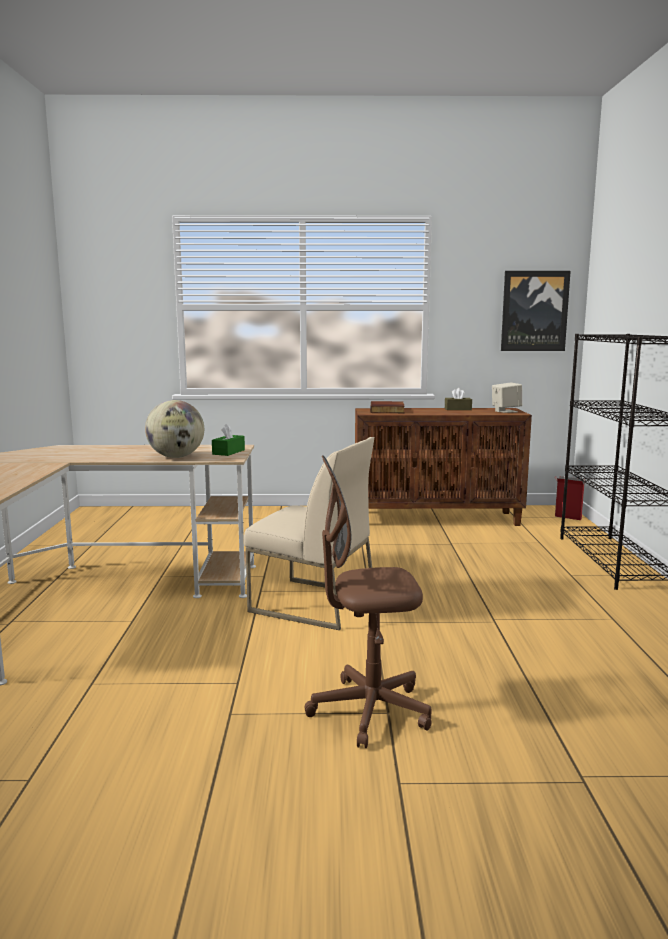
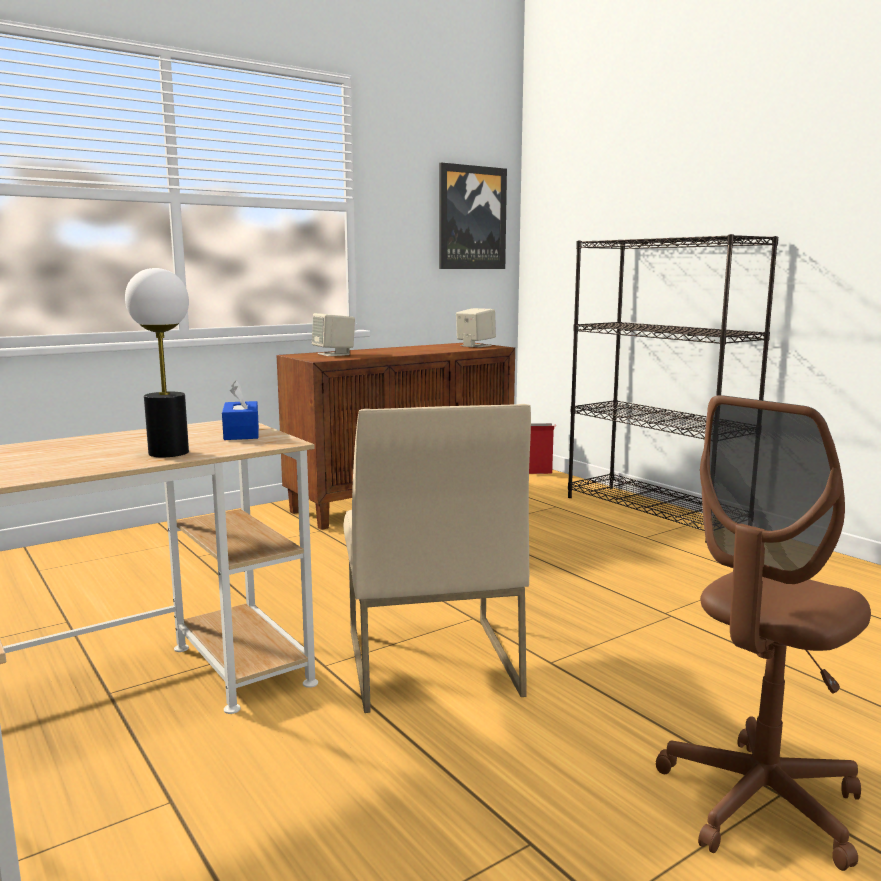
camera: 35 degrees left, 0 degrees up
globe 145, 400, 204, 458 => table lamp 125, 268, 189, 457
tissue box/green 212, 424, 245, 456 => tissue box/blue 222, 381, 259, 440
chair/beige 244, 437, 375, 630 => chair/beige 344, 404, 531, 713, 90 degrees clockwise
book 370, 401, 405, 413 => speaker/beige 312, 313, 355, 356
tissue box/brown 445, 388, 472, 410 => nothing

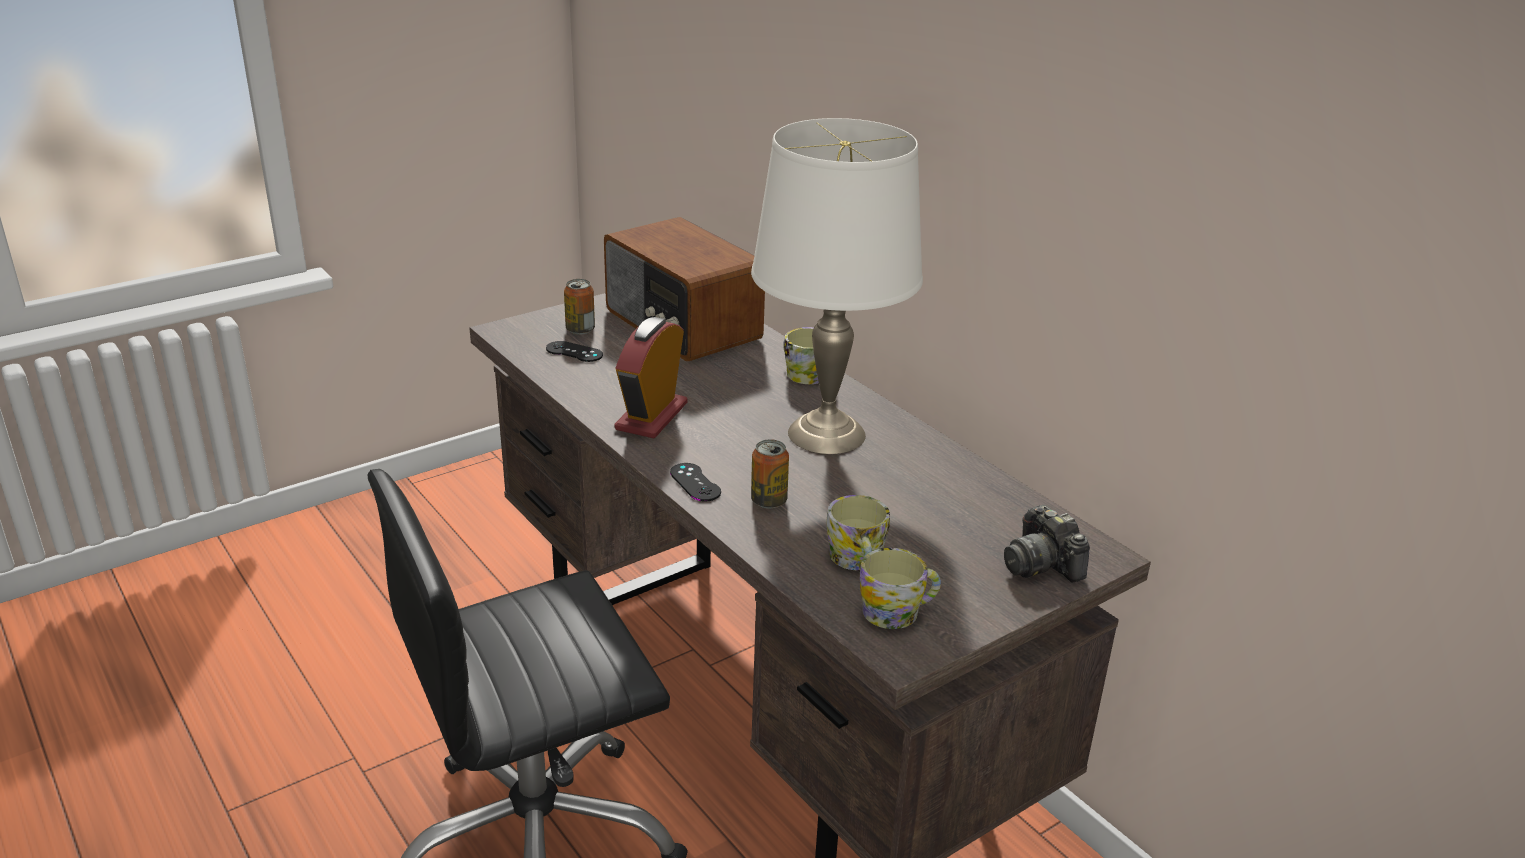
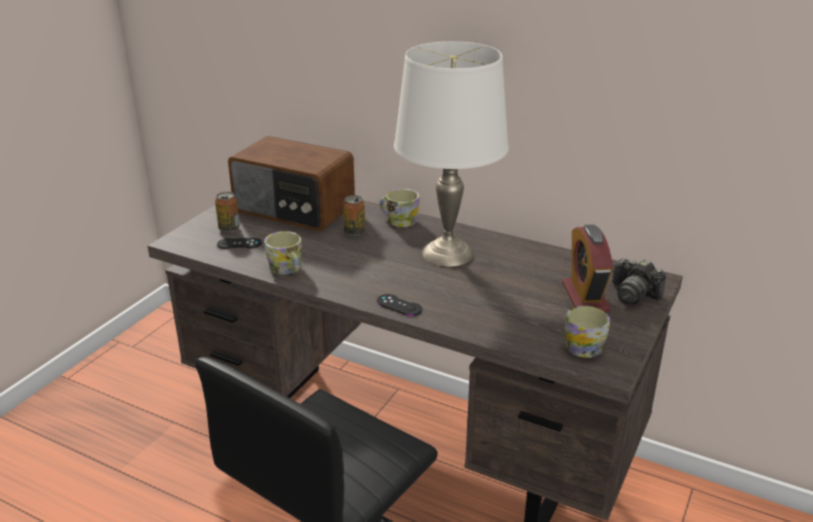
camera: 25 degrees left, 0 degrees up
alarm clock 615, 317, 688, 438 => alarm clock 562, 225, 613, 312, moved
can 751, 439, 789, 508 => can 343, 195, 365, 236, moved
mug 826, 495, 890, 570 => mug 264, 231, 302, 275, moved

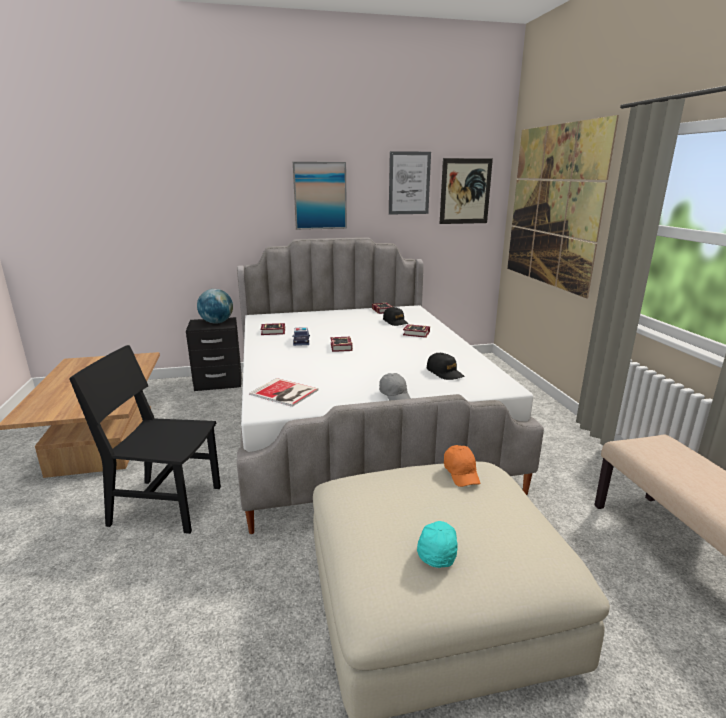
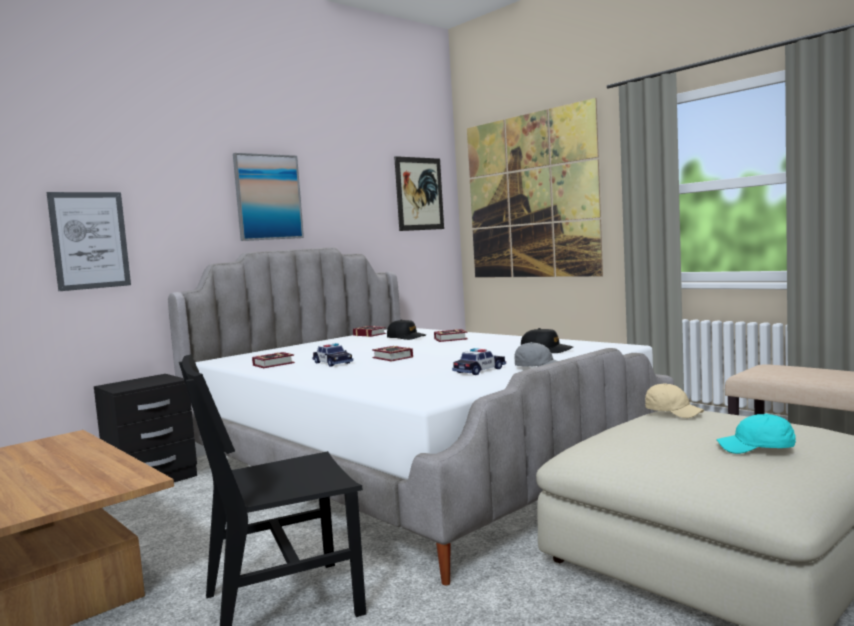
camera: 30 degrees left, 15 degrees down
globe 197, 289, 233, 324 => nothing
book 249, 378, 319, 407 => nothing
picture 389, 151, 431, 215 => picture 46, 192, 131, 291, moved
cap/turquoise 417, 521, 458, 568 => cap/turquoise 716, 414, 796, 454, 60 degrees counterclockwise
cap/orange 444, 445, 480, 487 => cap/beige 645, 383, 704, 418
nothing => toy car 452, 348, 506, 375

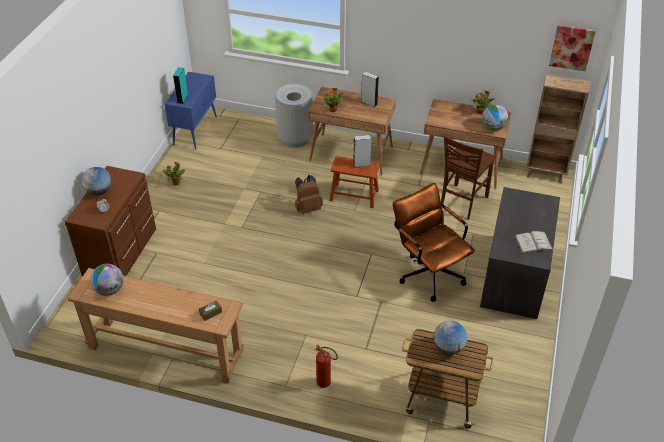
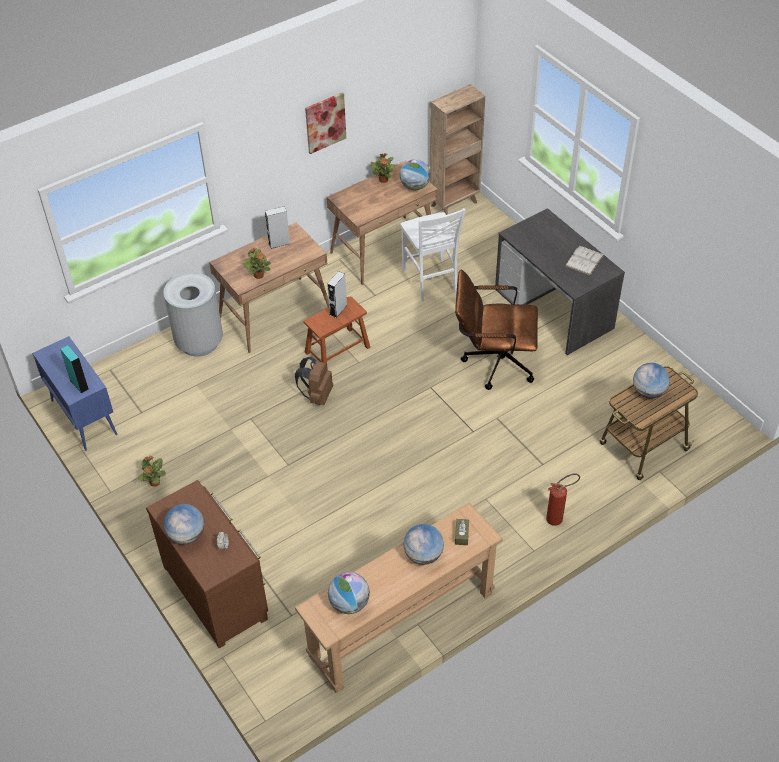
camera: 50 degrees left, 5 degrees up
chair/brown 441, 136, 496, 220 => chair/white 401, 208, 466, 301
picture 549, 25, 596, 71 => picture 305, 92, 346, 154, moved
nothing => globe 403, 524, 444, 565

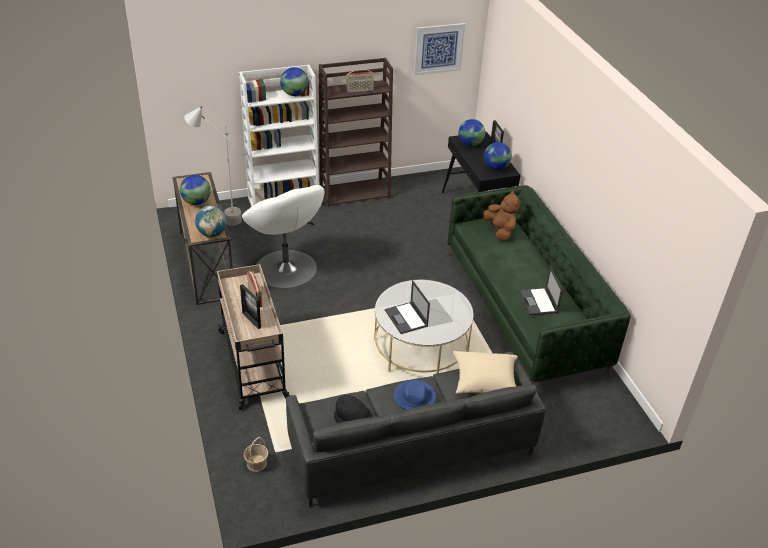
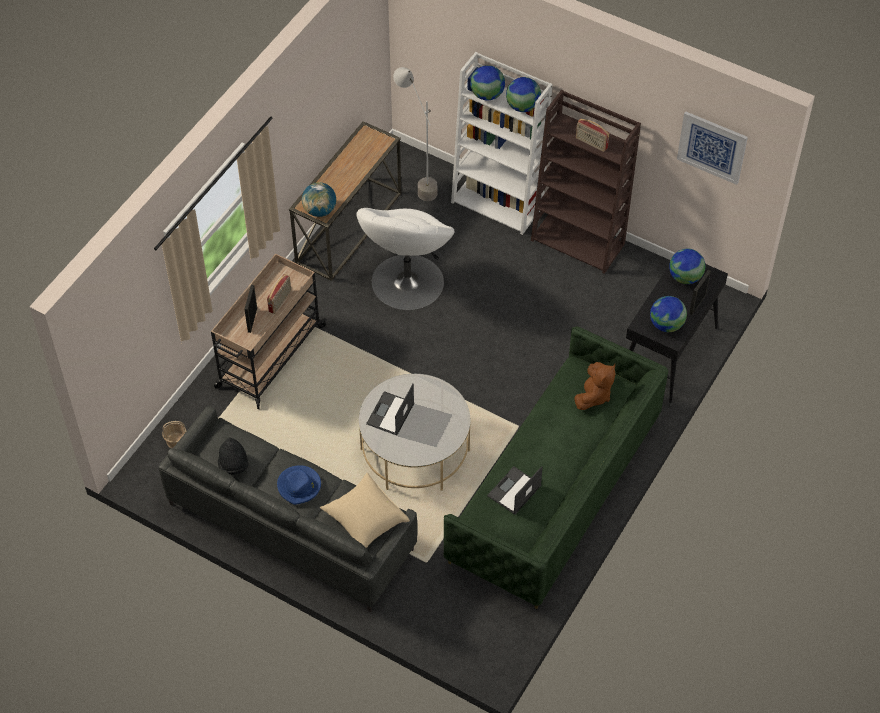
camera: 50 degrees right, 15 degrees up
globe 180, 175, 211, 205 => globe 470, 65, 505, 100, moved

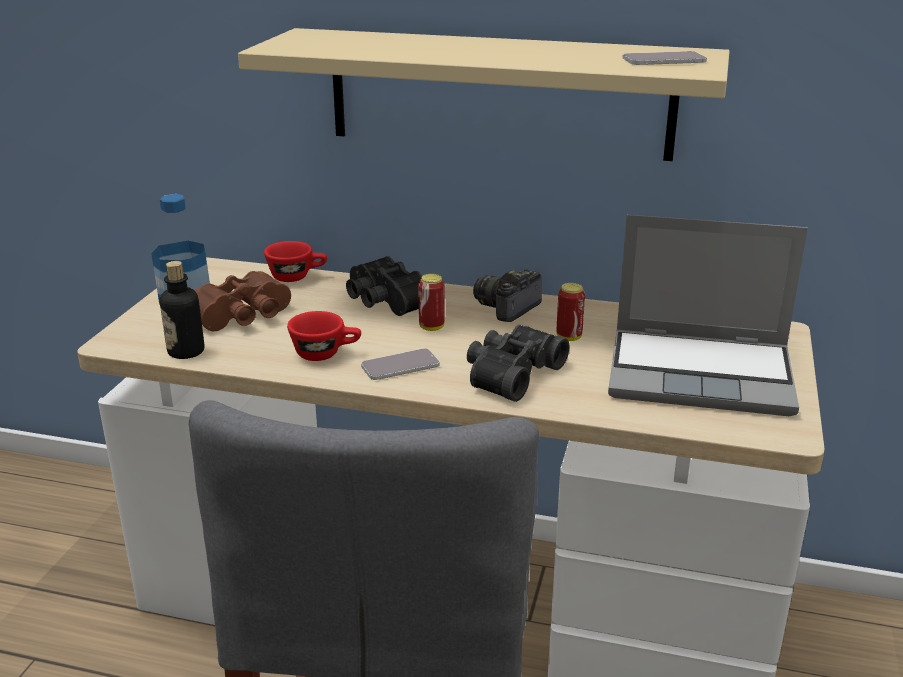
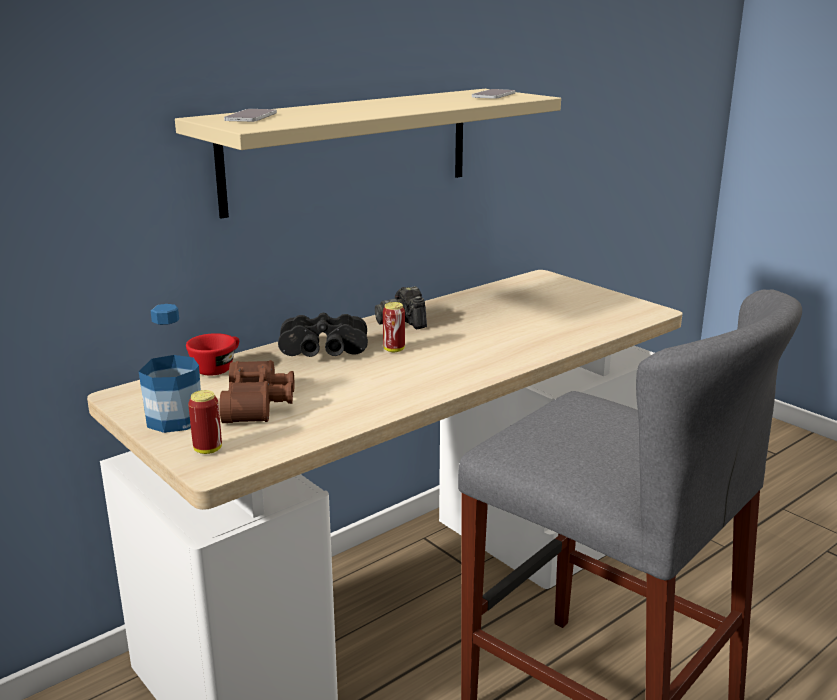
camera: 55 degrees left, 5 degrees down
bottle 160, 261, 204, 359 => nothing
cup/red 287, 311, 361, 361 => nothing
phone 361, 348, 440, 380 => phone 224, 109, 277, 122, moved
binoculars/black 467, 325, 569, 402 => nothing
can 556, 283, 585, 341 => can 188, 390, 222, 454, moved
laptop 608, 215, 808, 416 => nothing

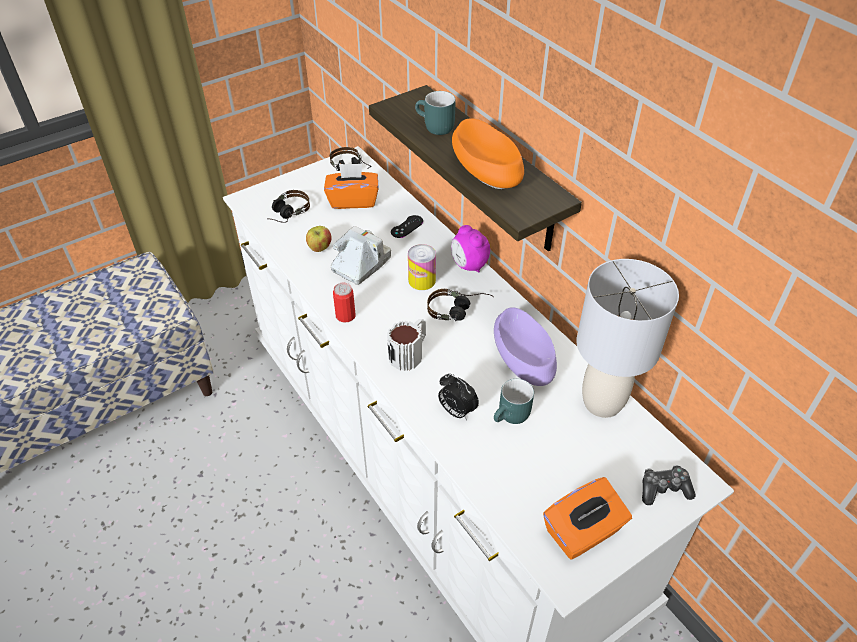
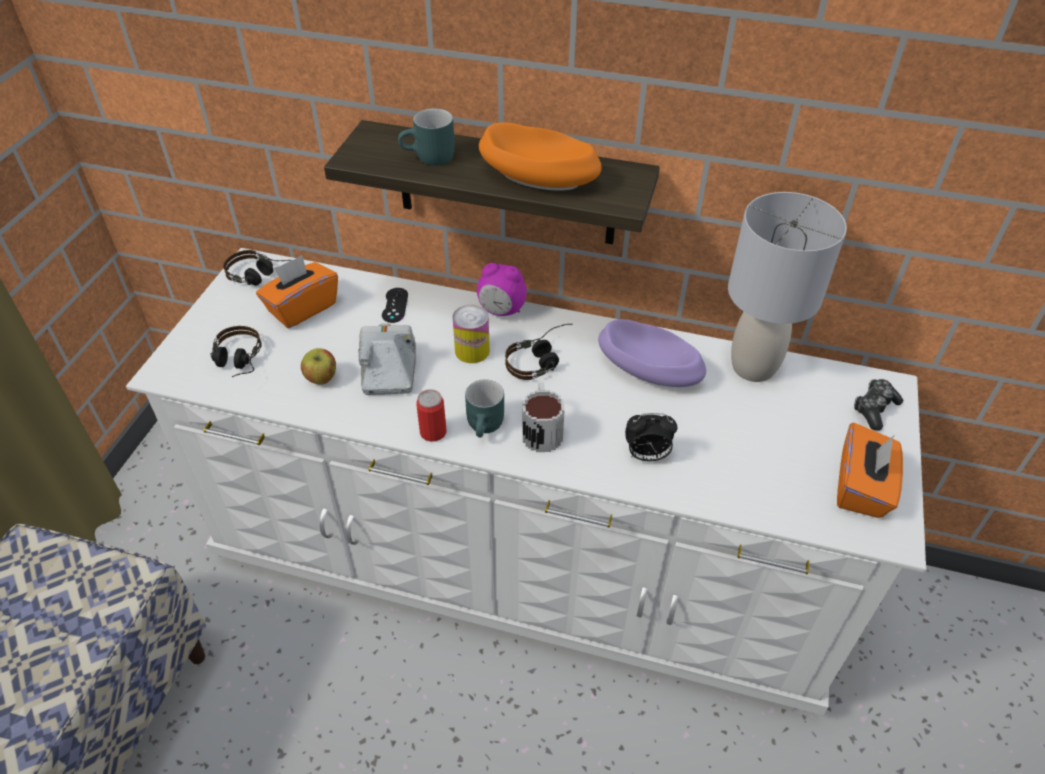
camera: 40 degrees left, 0 degrees up
mug/turquoise 494, 379, 534, 424 => mug/turquoise 465, 379, 504, 437, moved

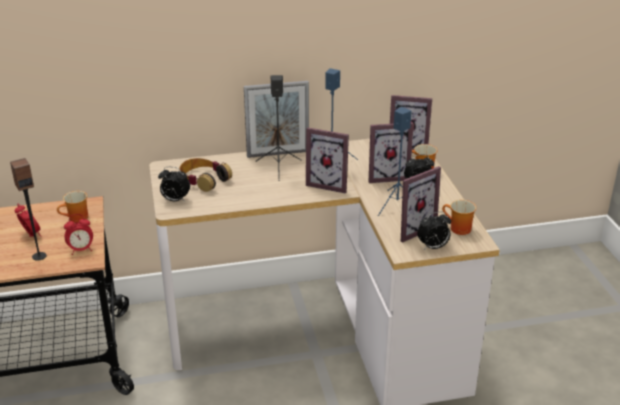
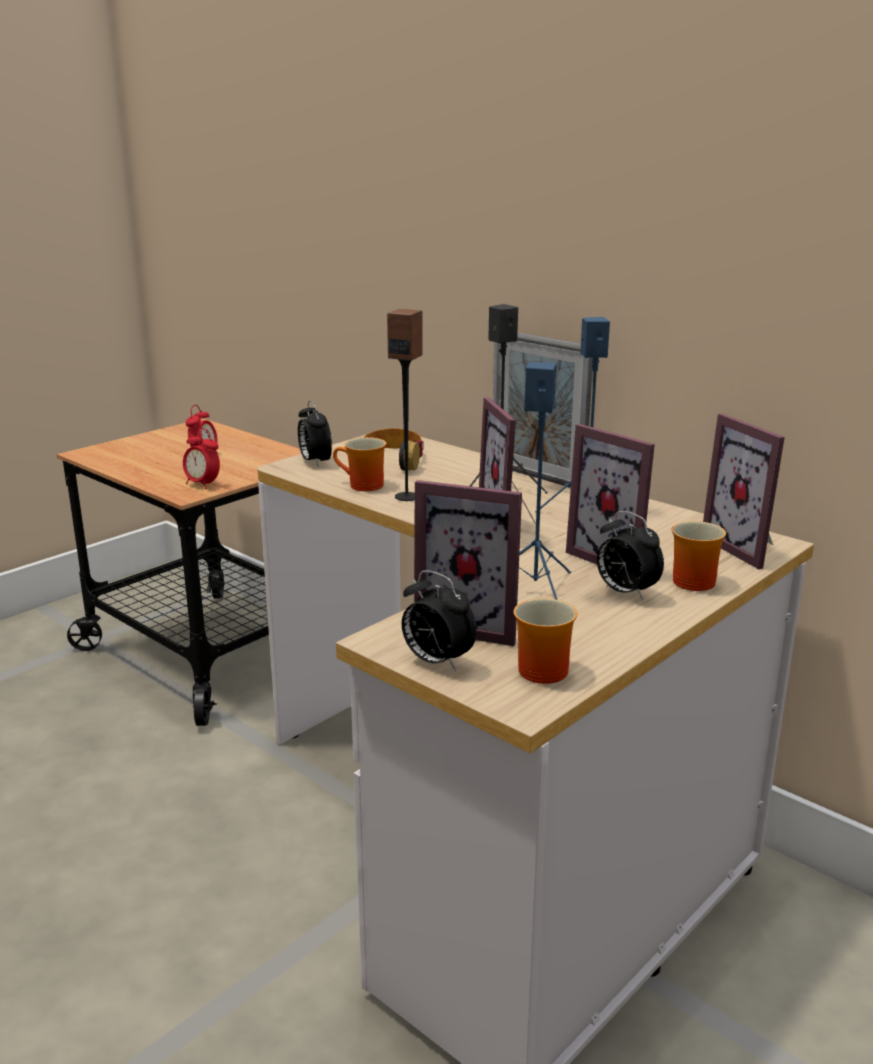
camera: 55 degrees right, 10 degrees down
speaker 10, 158, 47, 261 => speaker 387, 309, 423, 501, moved
mug 57, 191, 88, 223 => mug 333, 437, 386, 491, moved

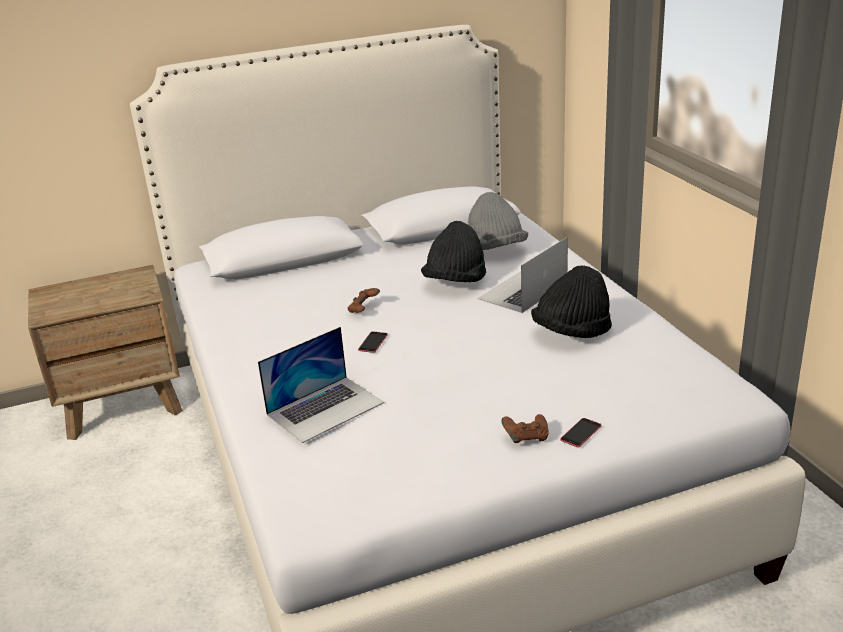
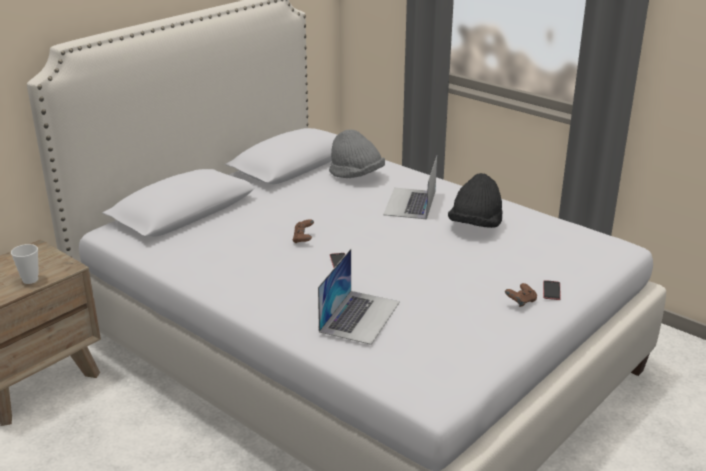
camera: 30 degrees left, 0 degrees up
hat/black 421, 221, 486, 282 => nothing
nothing => cup 11, 244, 39, 284

